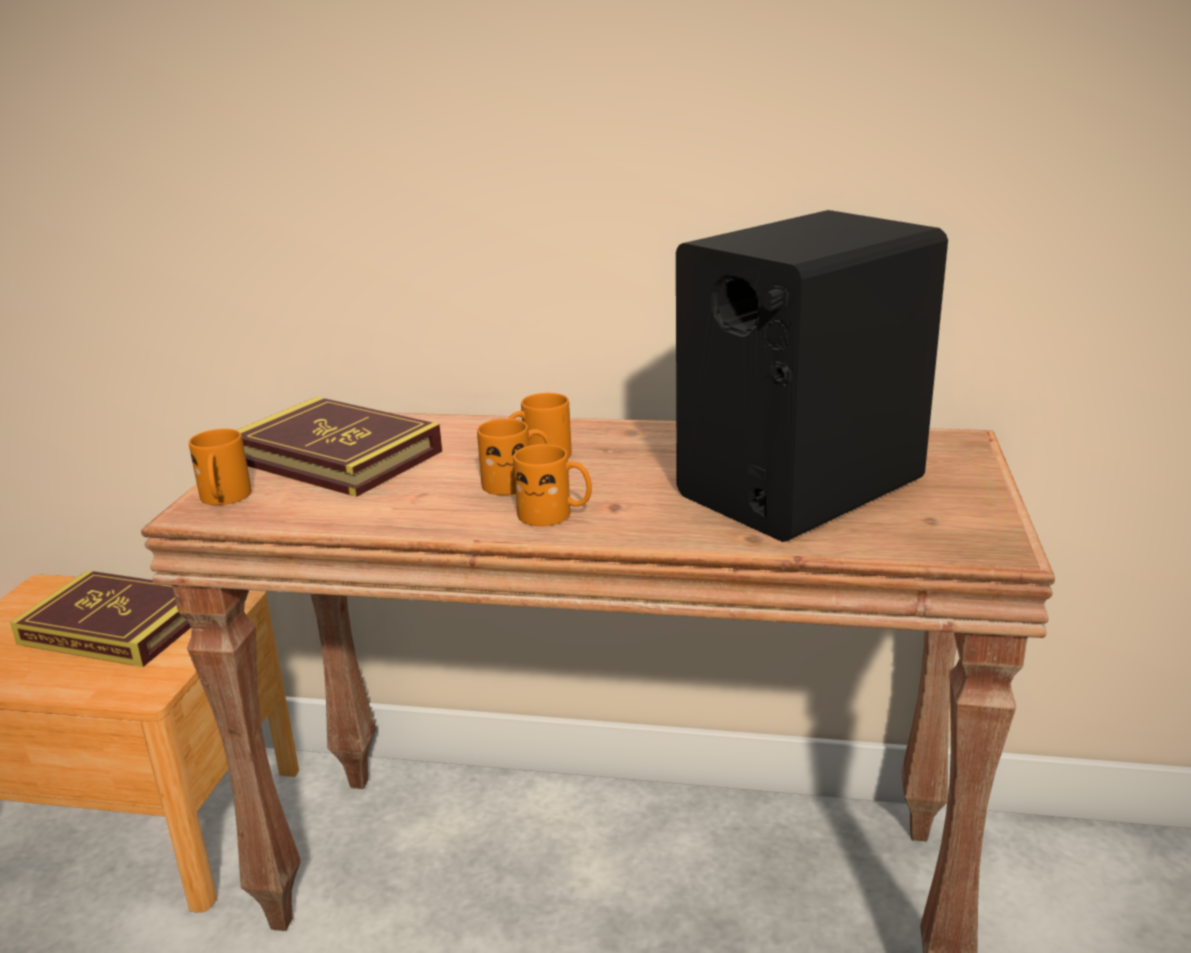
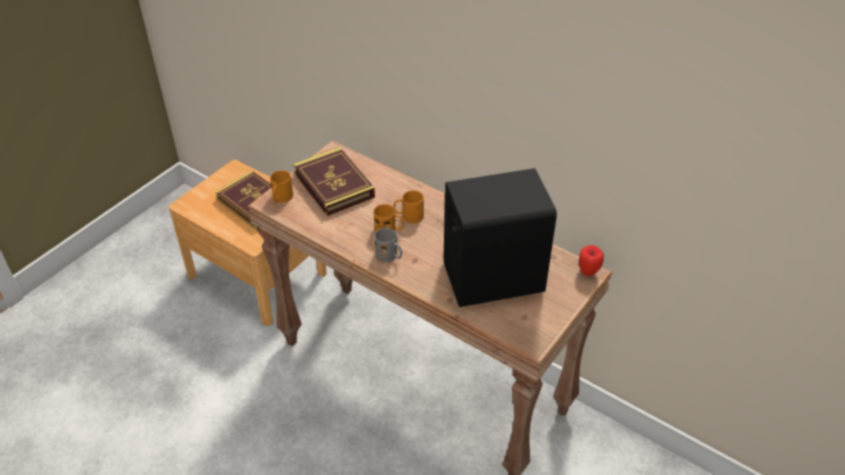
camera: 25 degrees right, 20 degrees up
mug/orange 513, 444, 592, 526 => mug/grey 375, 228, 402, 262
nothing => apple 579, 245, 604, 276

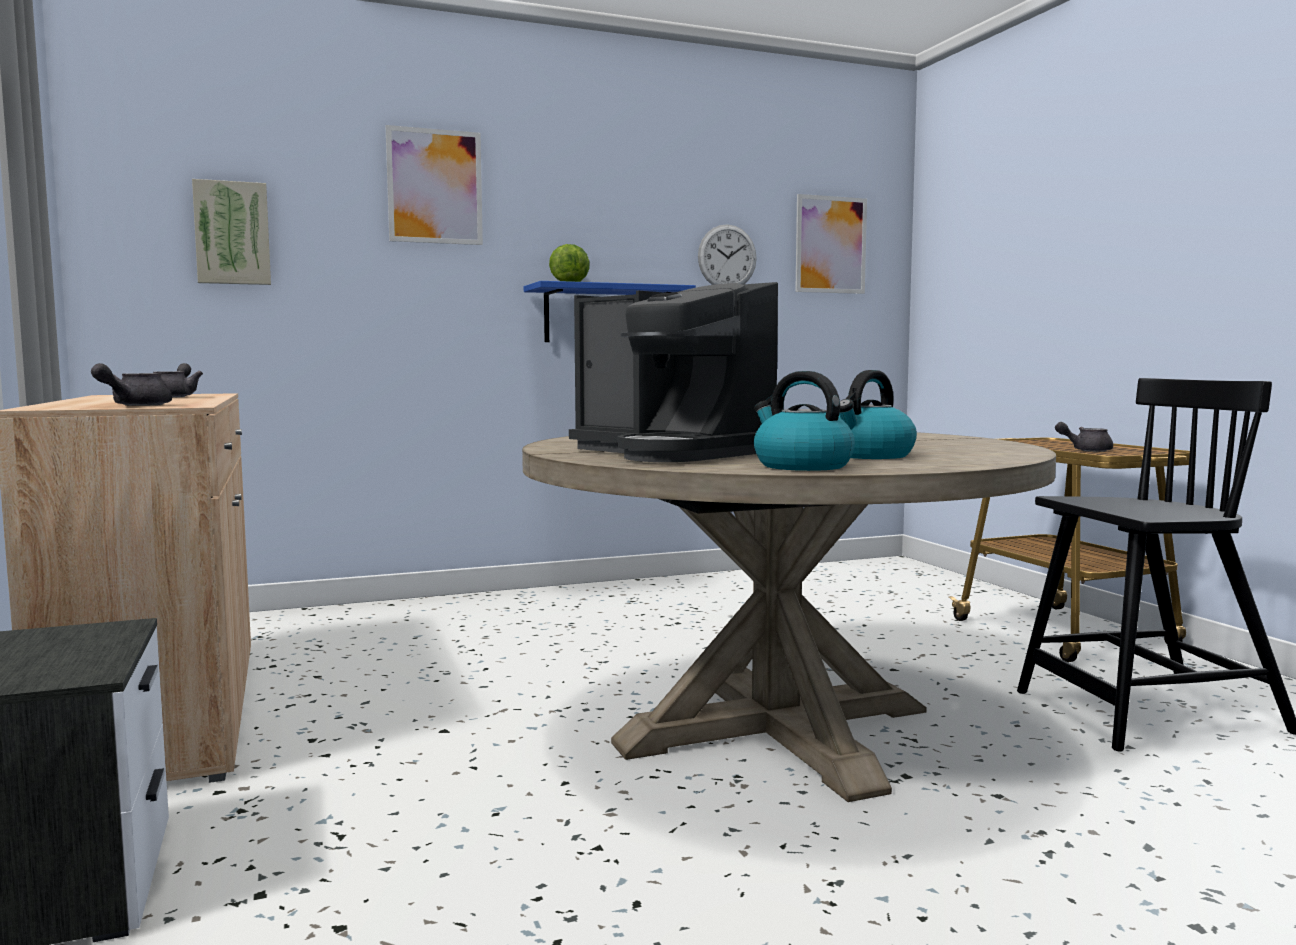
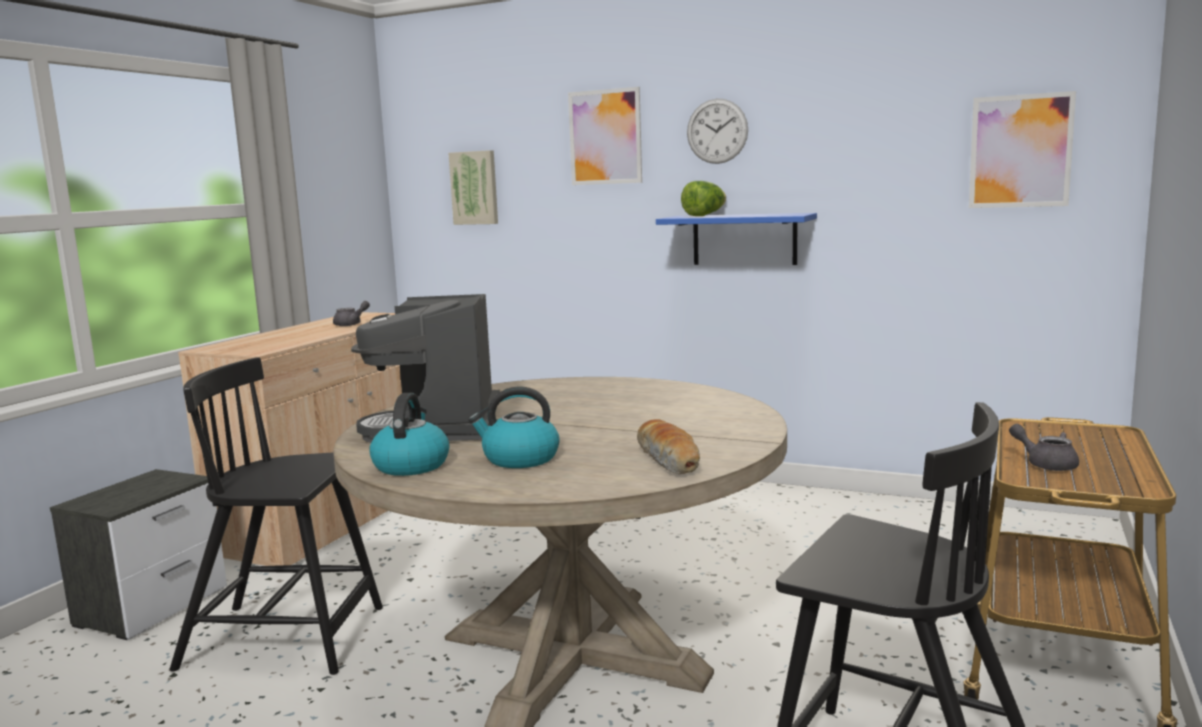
camera: 45 degrees right, 5 degrees up
teapot/grey 91, 363, 172, 406 => nothing
wall clock 698, 224, 757, 285 => wall clock 687, 99, 748, 164, moved
nothing => chair/black 170, 357, 383, 675
nothing => bread 637, 419, 700, 474

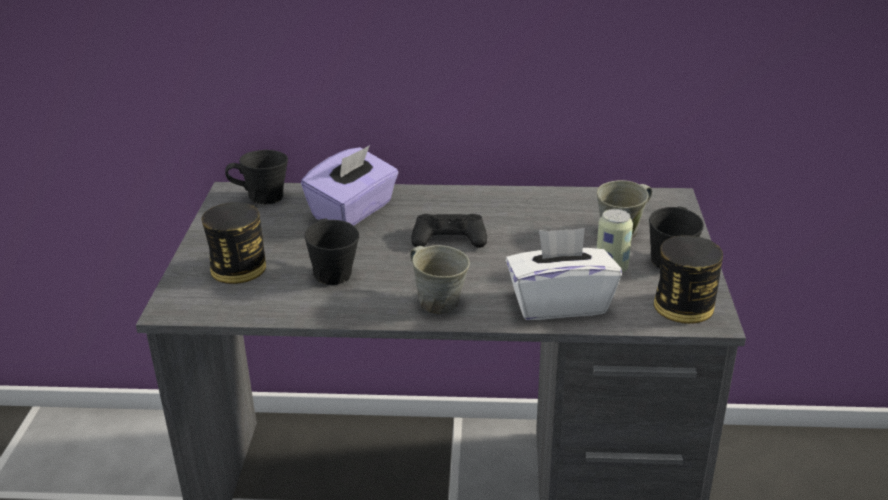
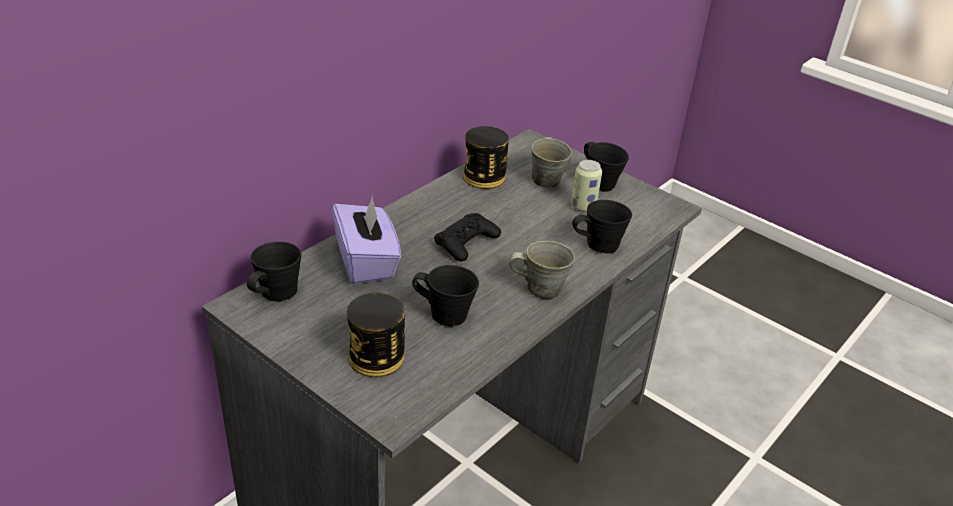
camera: 55 degrees left, 5 degrees up
tissue box/white 506, 228, 622, 320 => mug/black 572, 200, 632, 254
can 654, 235, 723, 324 => can 463, 126, 509, 189, moved

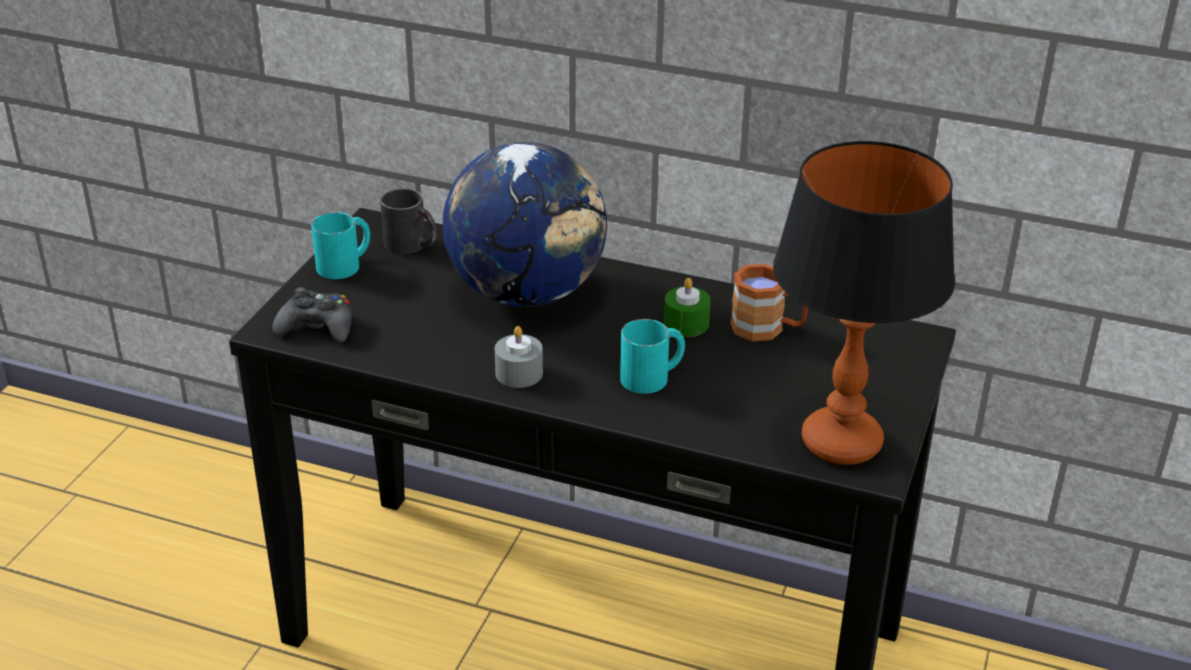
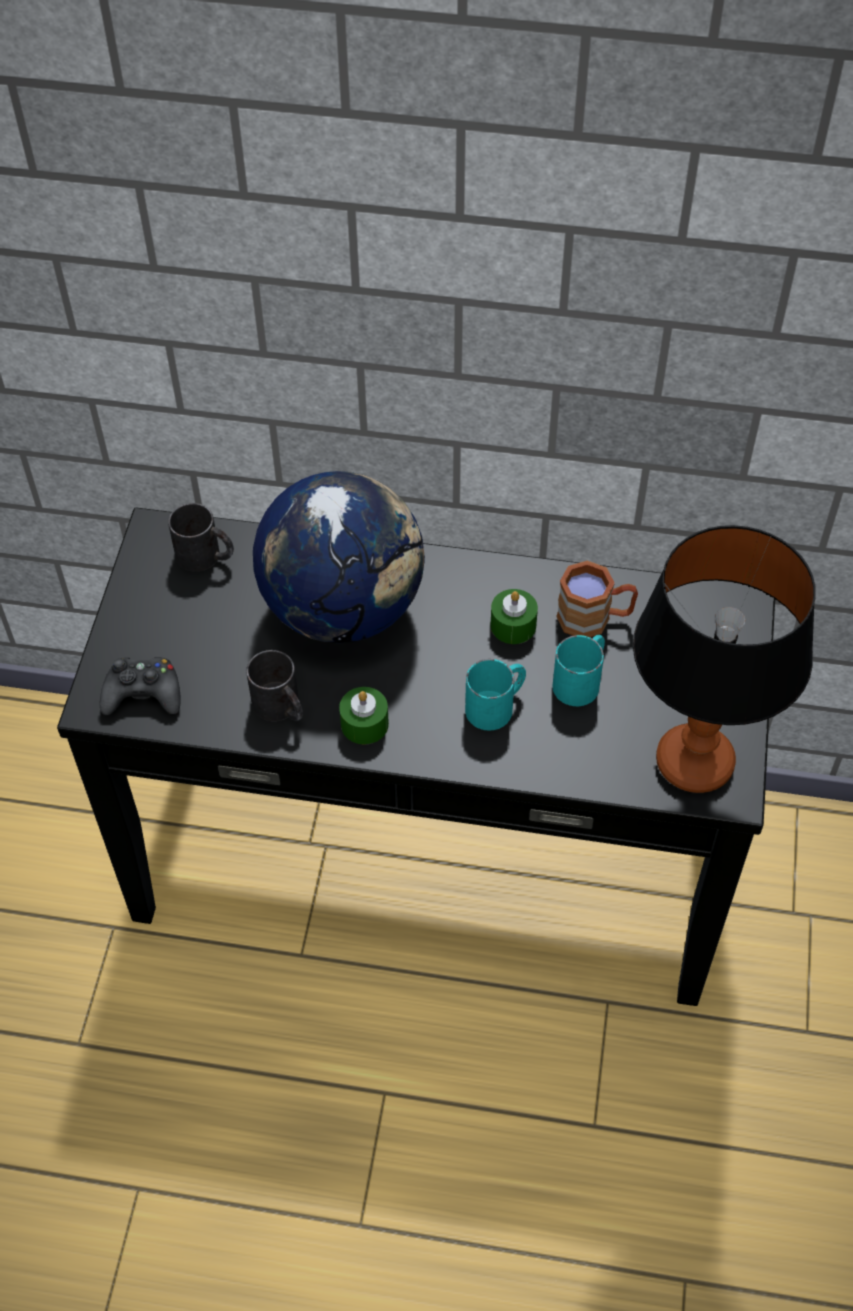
camera: 10 degrees left, 20 degrees up
mug/turquoise 311, 212, 370, 279 => mug/turquoise 552, 635, 605, 706, moved
candle/grey 495, 326, 543, 388 => candle/green 339, 687, 389, 745
nothing => mug/black 246, 650, 303, 721

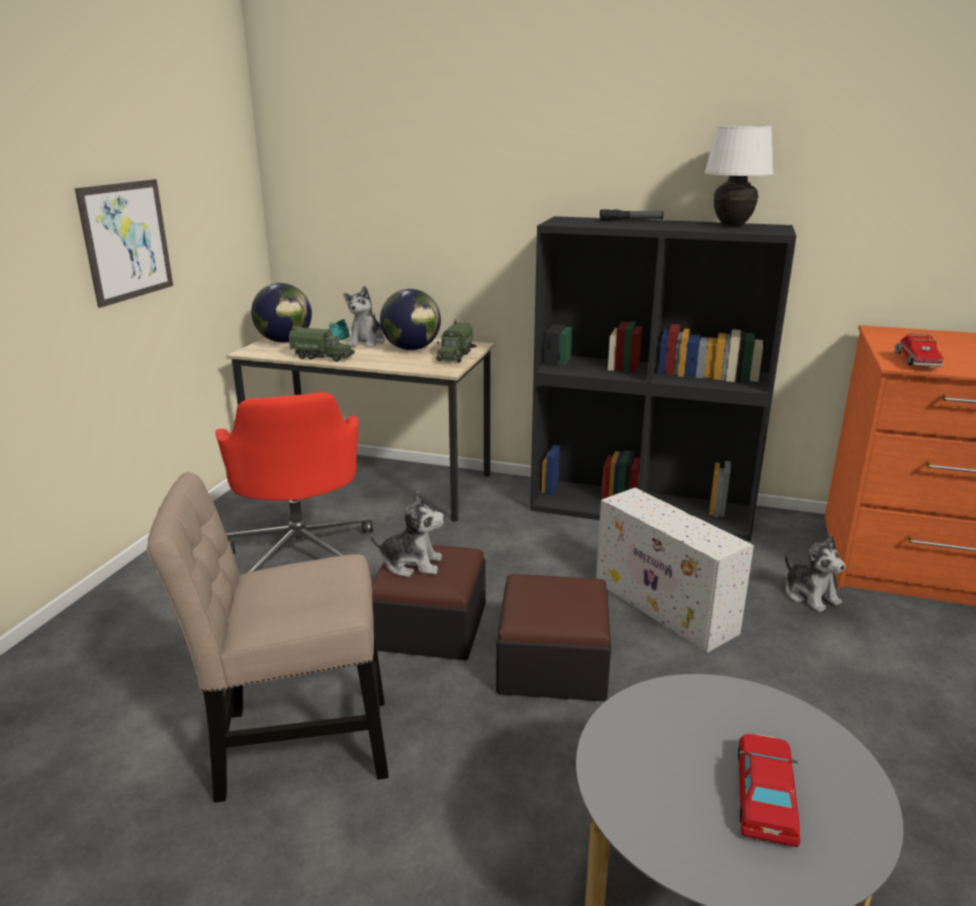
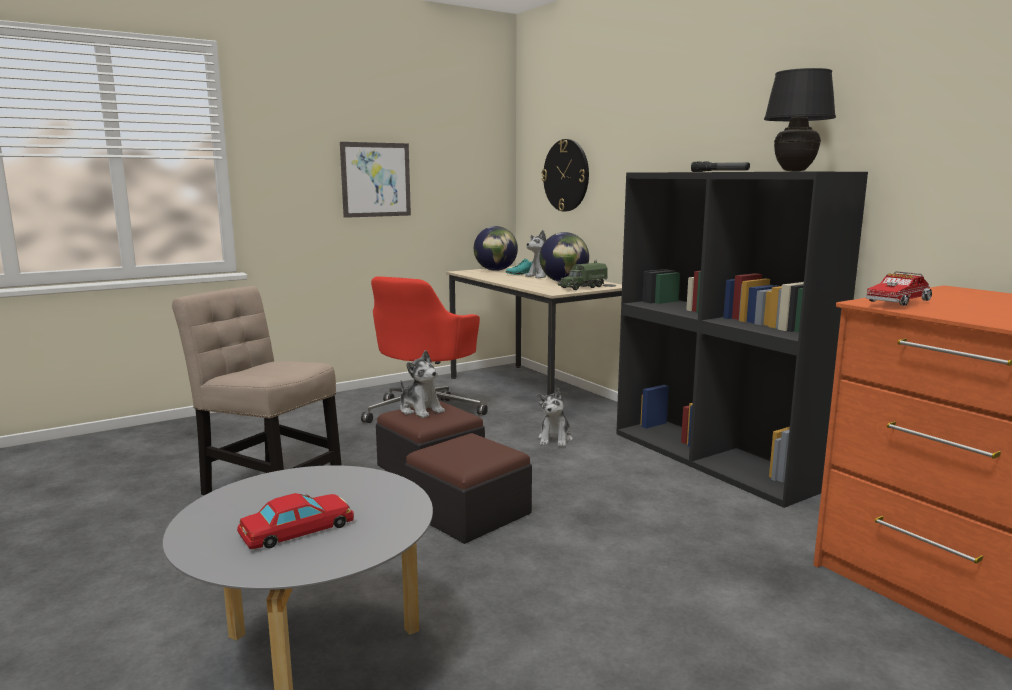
camera: 40 degrees right, 10 degrees down
toy truck 289, 327, 355, 362 => nothing
storage box/white 596, 488, 754, 653 => nothing
table lamp/white 704, 125, 774, 226 => table lamp/black 764, 68, 836, 172
plush toy 785, 535, 846, 612 => plush toy 537, 388, 573, 447, moved
nothing => wall clock 542, 139, 589, 212

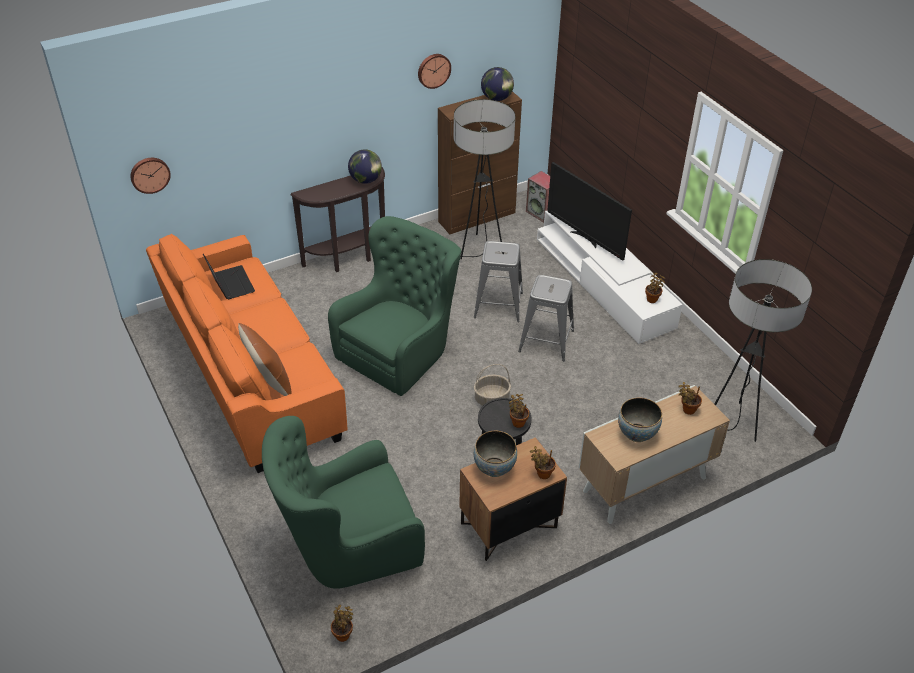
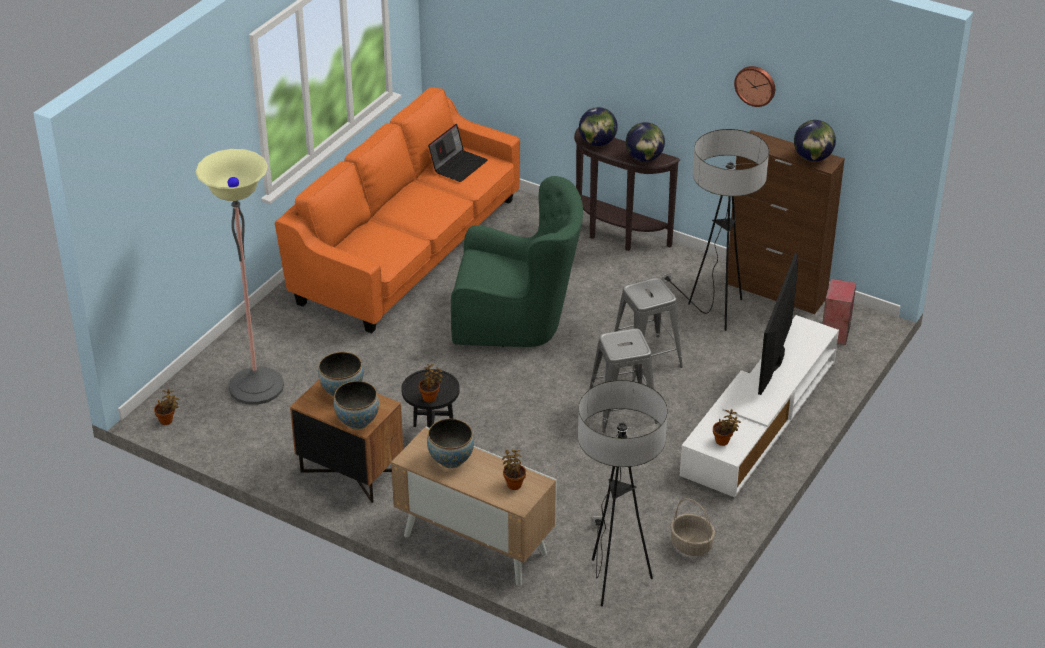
camera: 60 degrees right, 5 degrees down
wall clock 130, 158, 171, 194 => nothing
pillow/brown 238, 323, 292, 396 => nothing
armchair/green 262, 416, 425, 589 => floor lamp 196, 149, 284, 405
basket 474, 364, 511, 406 => basket 670, 498, 715, 556, moved
potted plant 530, 446, 556, 479 => bowl 333, 381, 379, 430
nothing => globe 579, 107, 618, 146

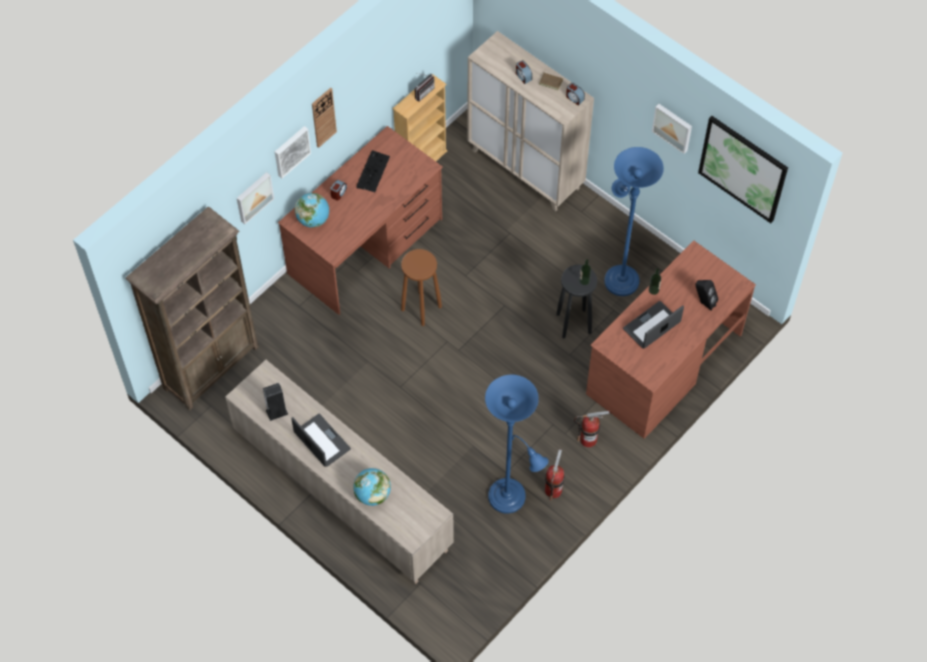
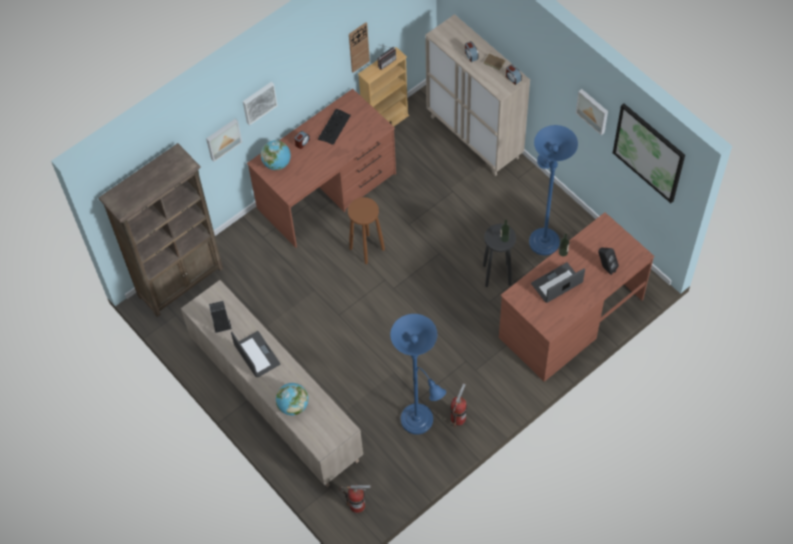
camera: 10 degrees right, 0 degrees up
wall clock 312, 88, 337, 148 => wall clock 349, 22, 370, 73, moved
fire extinguisher 574, 411, 609, 447 => fire extinguisher 339, 485, 371, 513, moved

